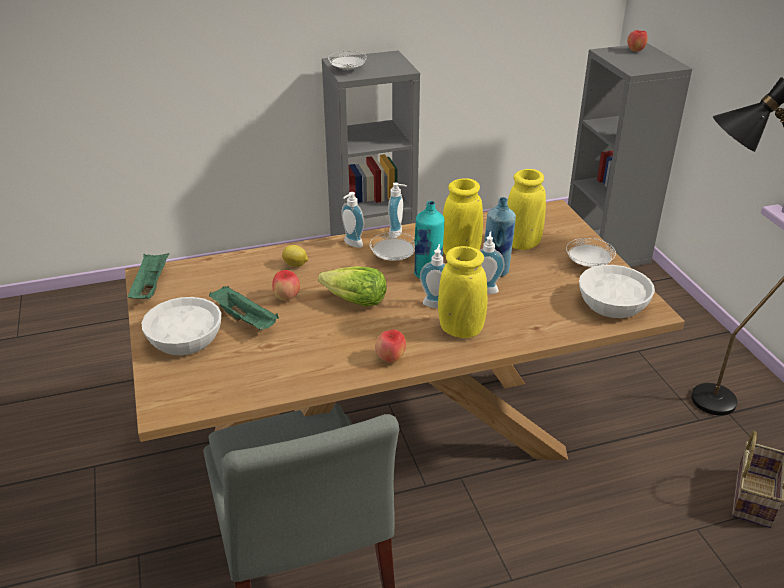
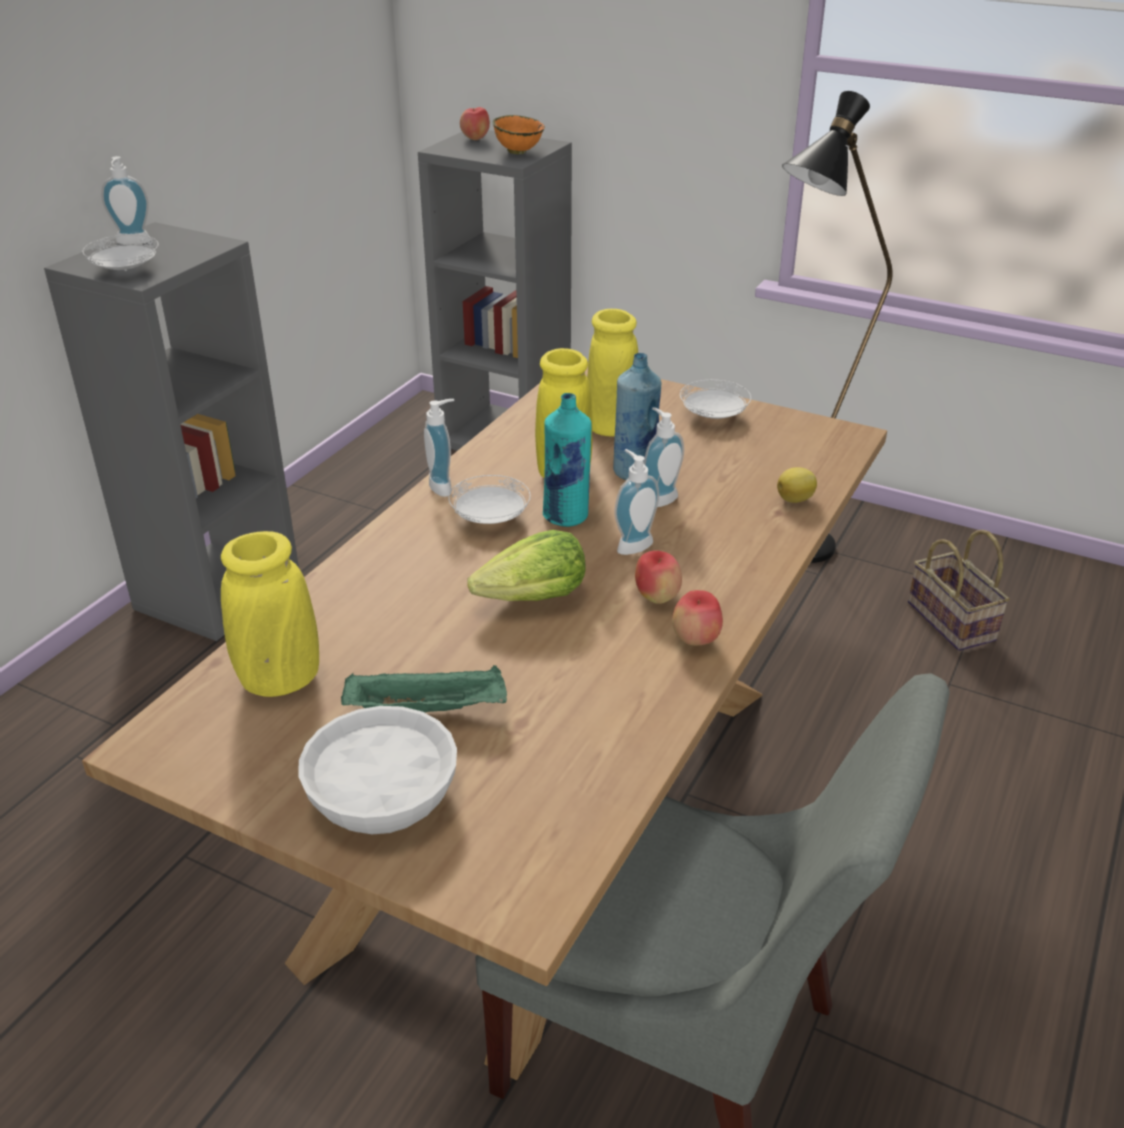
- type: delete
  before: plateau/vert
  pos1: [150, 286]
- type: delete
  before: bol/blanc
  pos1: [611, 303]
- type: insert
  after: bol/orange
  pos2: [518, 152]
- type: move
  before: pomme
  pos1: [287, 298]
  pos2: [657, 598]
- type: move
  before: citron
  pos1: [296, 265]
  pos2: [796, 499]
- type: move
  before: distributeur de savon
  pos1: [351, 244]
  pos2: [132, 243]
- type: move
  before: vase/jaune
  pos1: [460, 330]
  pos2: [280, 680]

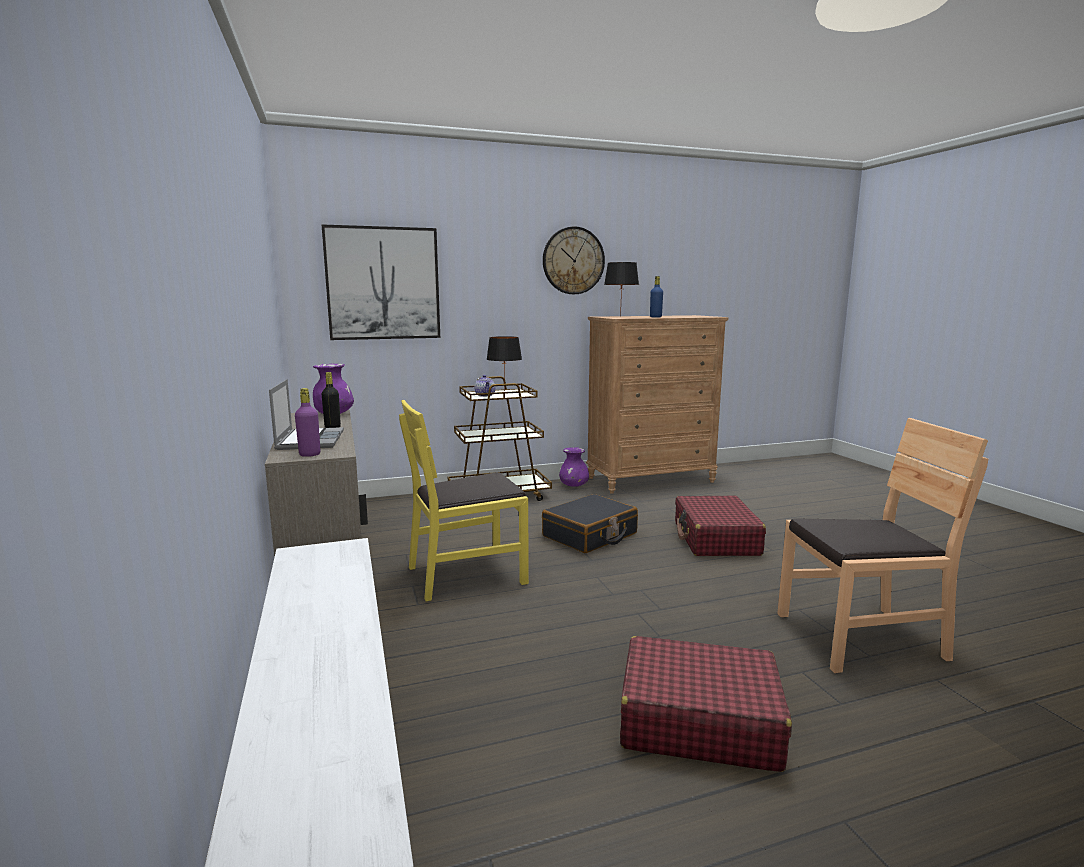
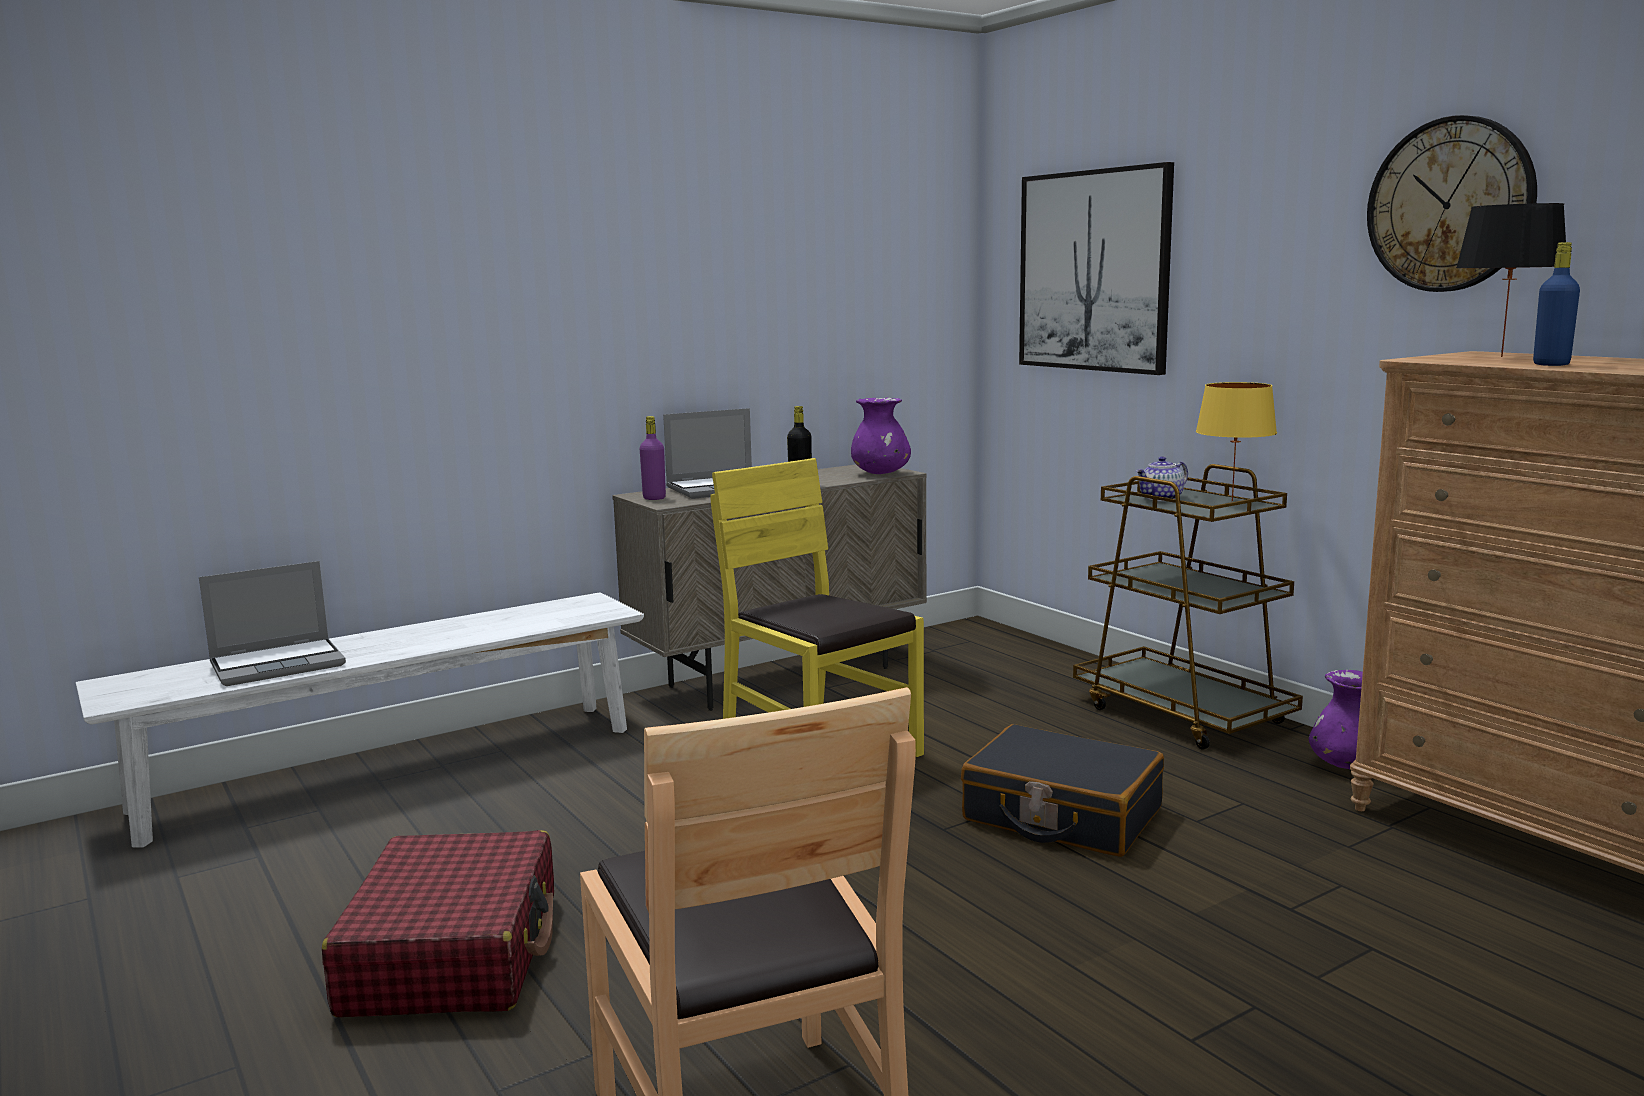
- type: delete
  before: valise/rouge
  pos1: [715, 539]
- type: insert
  after: ordinateur portable
  pos2: [279, 664]
- type: recolor
  before: lampe de table/noir
  after: lampe de table/jaune
  pos1: [505, 391]
  pos2: [1233, 501]

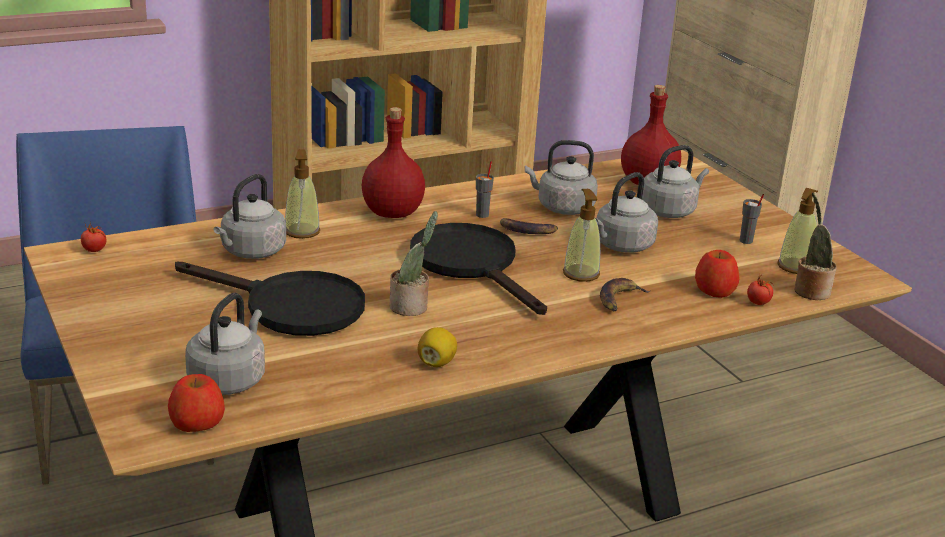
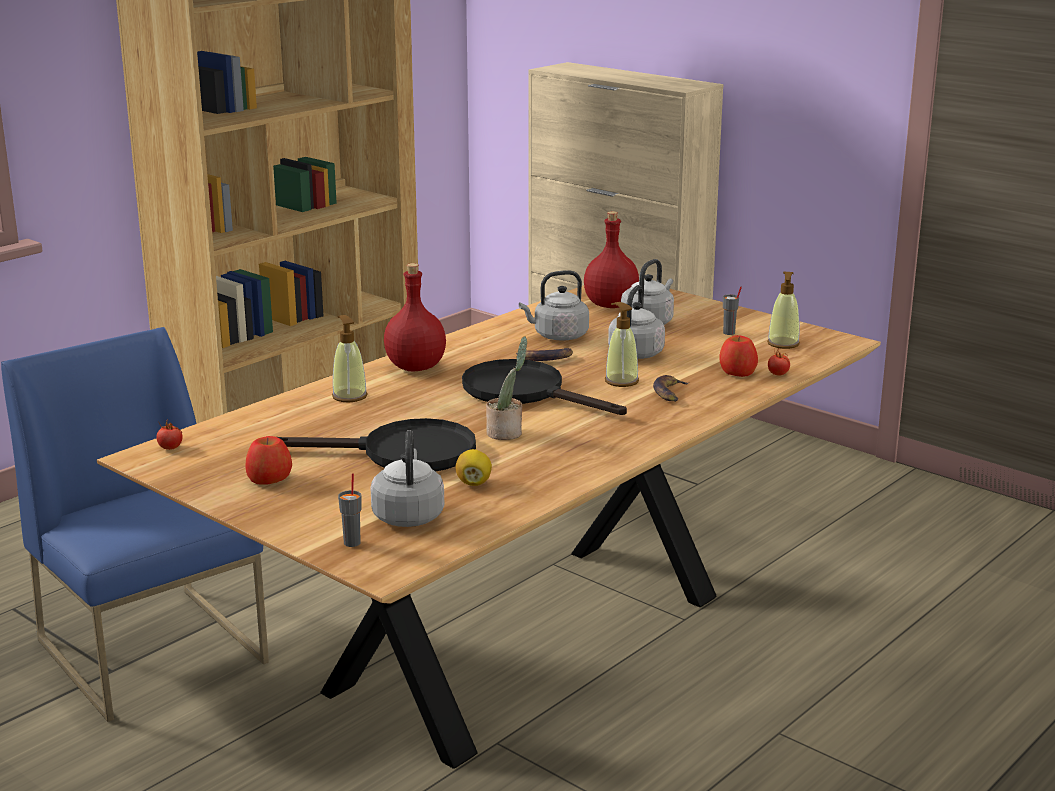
- type: delete
  before: bouilloire/gris
  pos1: [251, 252]
- type: delete
  before: plante en pot
  pos1: [810, 290]
- type: move
  before: pomme
  pos1: [196, 423]
  pos2: [269, 479]
- type: move
  before: citron
  pos1: [436, 363]
  pos2: [473, 483]
- type: move
  before: tasse/gris
  pos1: [482, 215]
  pos2: [352, 542]

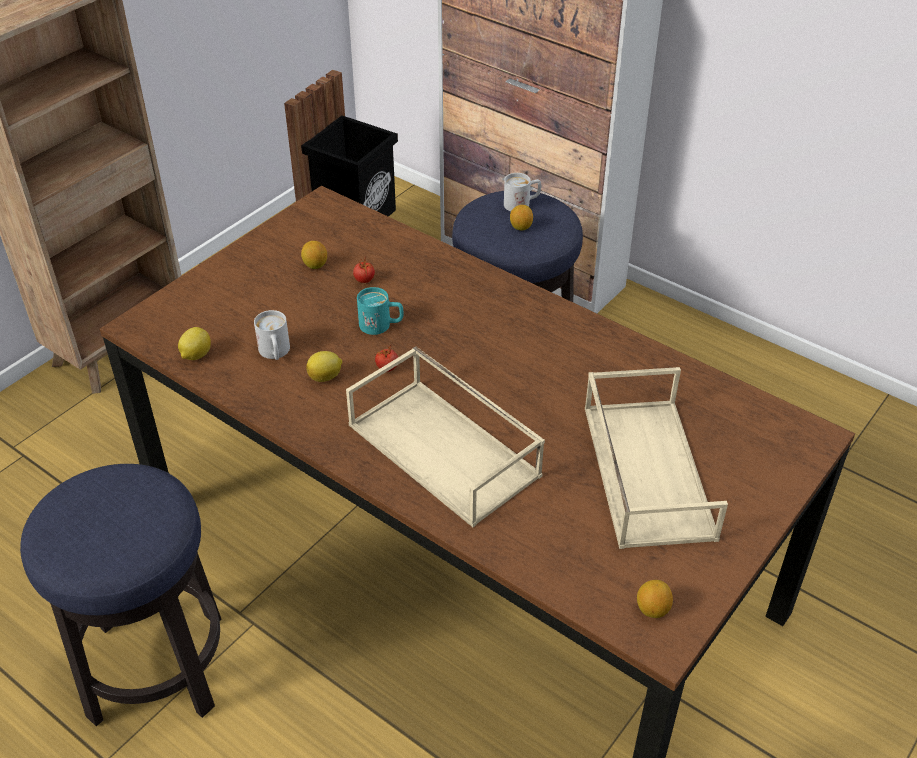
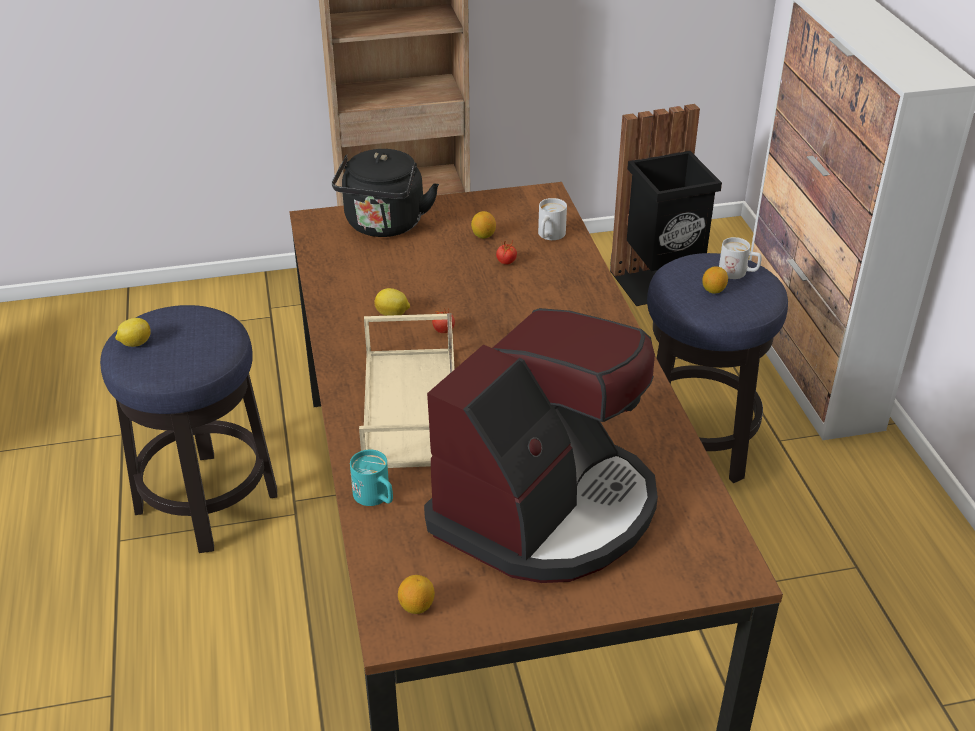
- type: insert
  after: bouilloire/noir
  pos2: [384, 226]
- type: move
  before: citron
  pos1: [196, 355]
  pos2: [135, 343]
- type: move
  before: mug/blanc
  pos1: [275, 353]
  pos2: [549, 236]
- type: move
  before: mug/turquoise
  pos1: [381, 325]
  pos2: [376, 498]
- type: replace
  before: plateau/beige
  after: machine à café
  pos1: [645, 470]
  pos2: [546, 509]

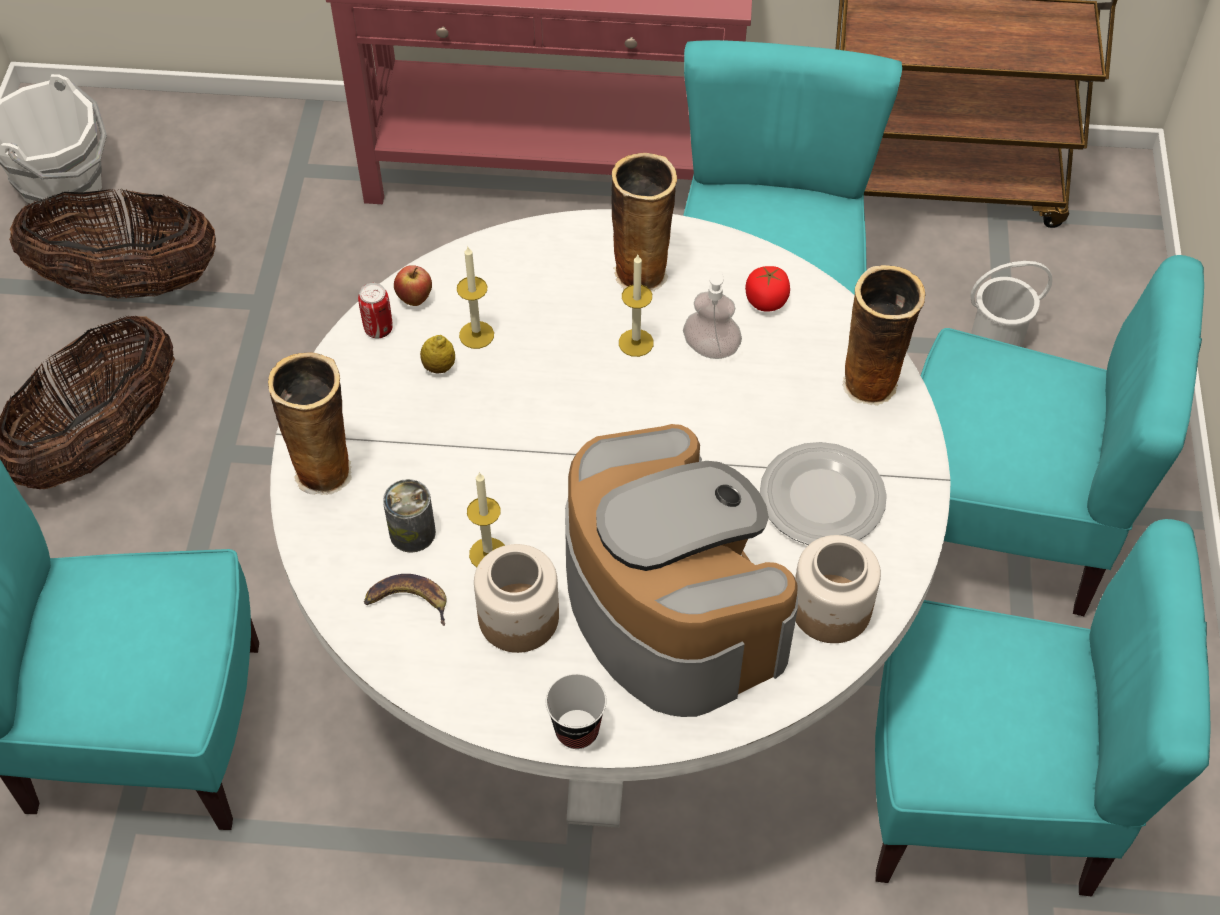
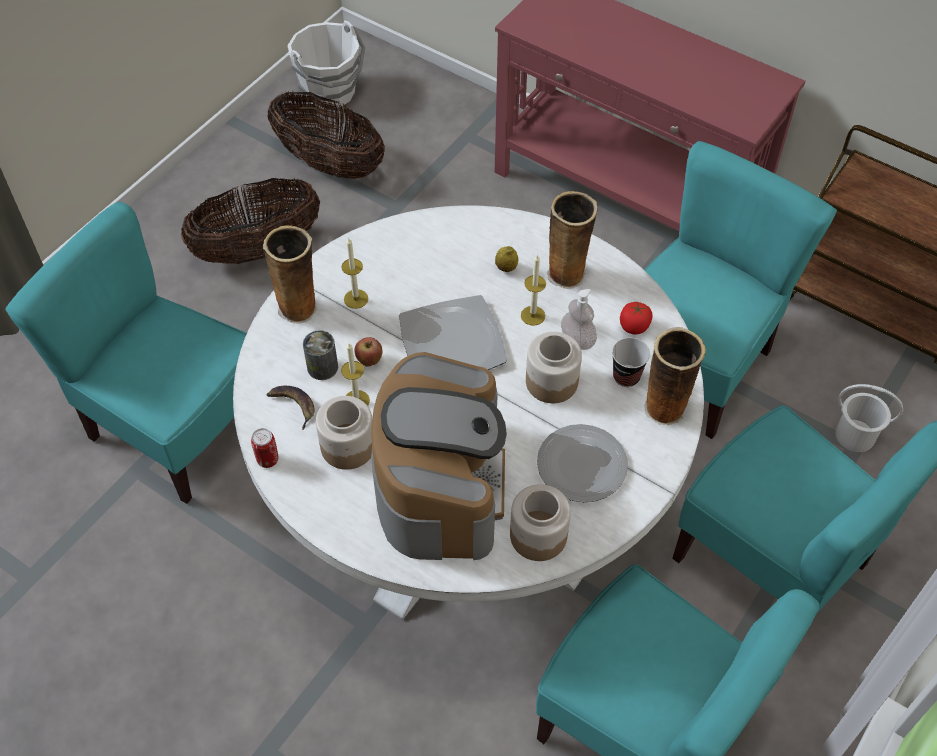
- type: insert
  after: assiette
  pos2: [453, 341]
- type: insert
  after: bocal
  pos2: [551, 381]
- type: move
  before: boîte métallique
  pos1: [378, 329]
  pos2: [267, 459]
- type: move
  before: pomme
  pos1: [415, 299]
  pos2: [369, 361]
- type: move
  before: citron
  pos1: [439, 367]
  pos2: [506, 268]
- type: move
  before: bougie
  pos1: [476, 335]
  pos2: [356, 299]
- type: move
  before: tasse
  pos1: [577, 730]
  pos2: [626, 376]

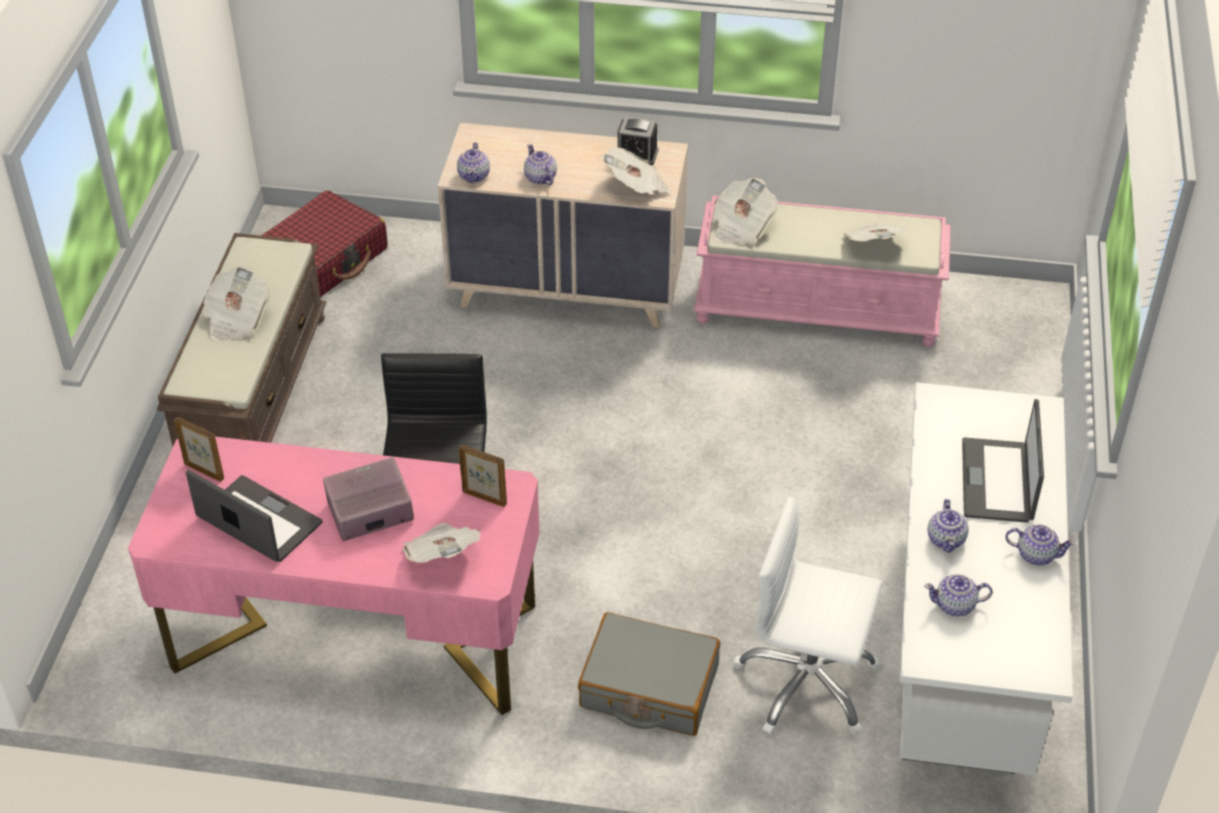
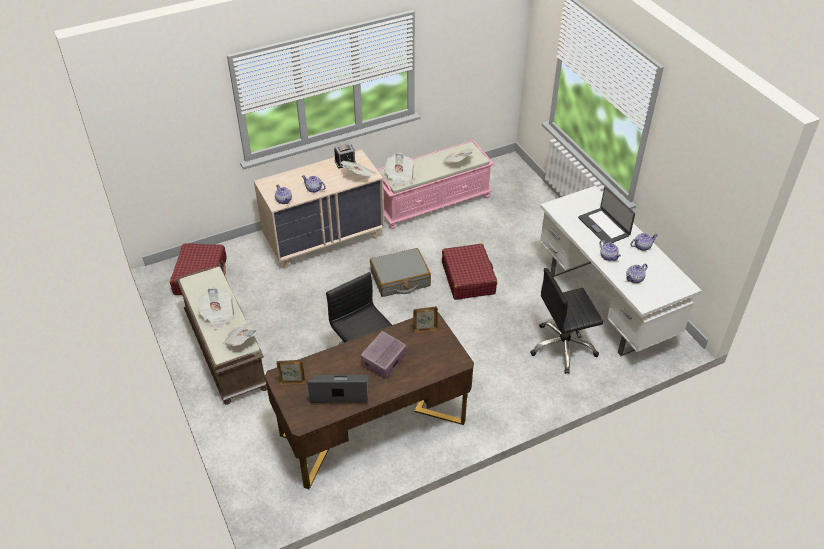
- type: insert
  after: valise/rouge
  pos2: [468, 278]
- type: move
  before: journal
  pos1: [442, 556]
  pos2: [241, 340]
- type: move
  before: valise/gris
  pos1: [649, 687]
  pos2: [400, 279]
- type: recolor
  before: bureau/rose
  after: bureau/marron
  pos1: [355, 636]
  pos2: [373, 428]
- type: recolor
  before: chaise de bureau/blanc
  after: chaise de bureau/noir
  pos1: [807, 683]
  pos2: [563, 347]

